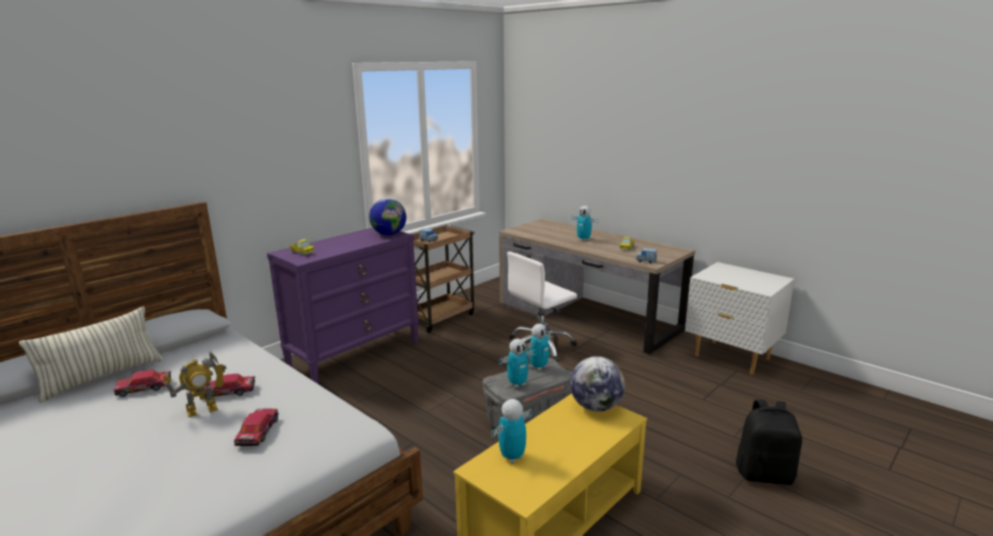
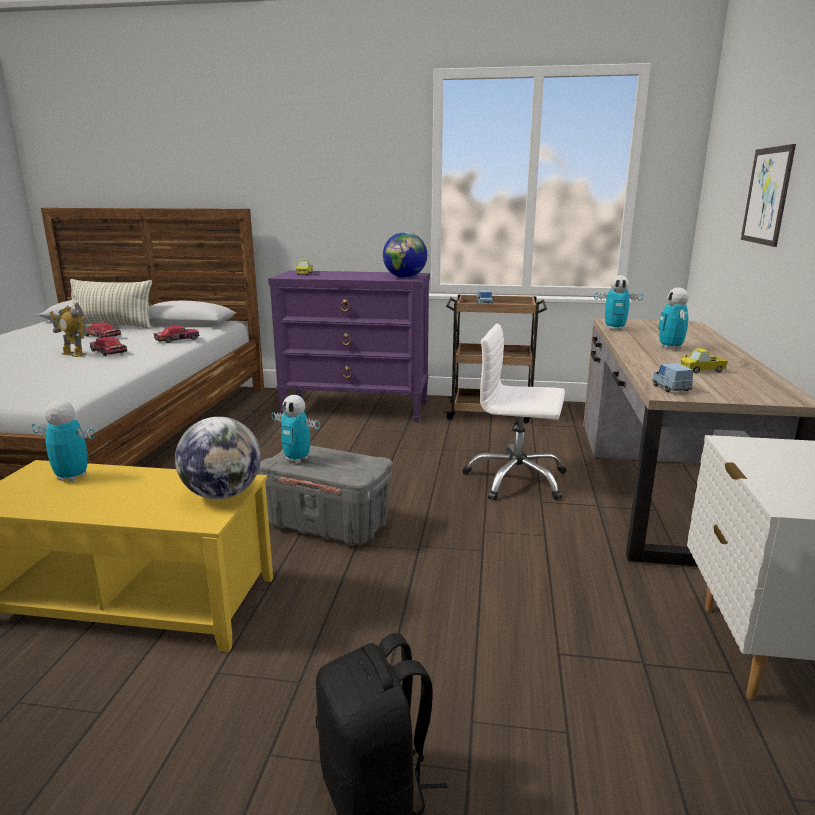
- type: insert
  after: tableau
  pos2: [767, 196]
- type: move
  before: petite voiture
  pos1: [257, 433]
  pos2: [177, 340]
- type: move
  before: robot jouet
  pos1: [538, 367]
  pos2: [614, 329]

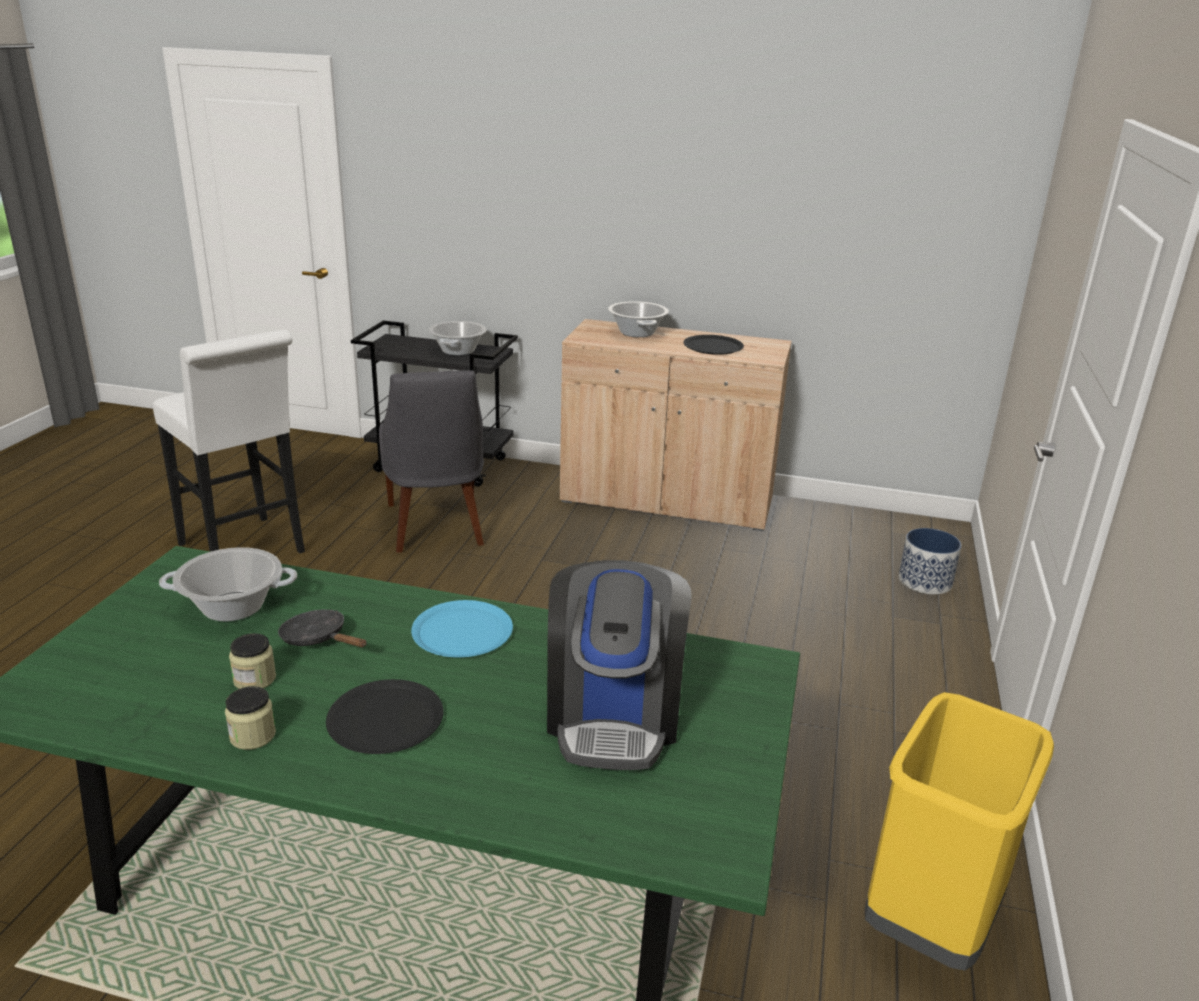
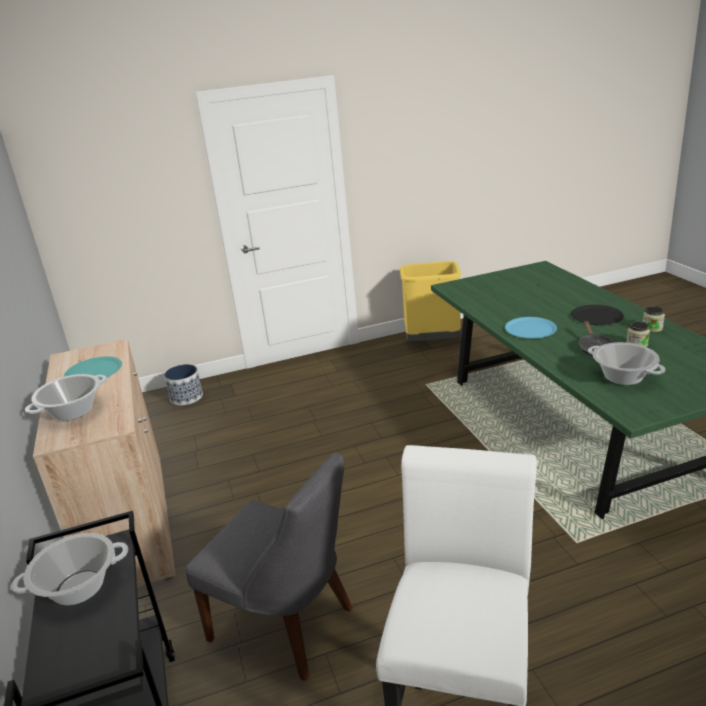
- type: delete
  before: machine à café
  pos1: [614, 715]
- type: recolor
  before: assiette/noir
  after: assiette/turquoise
  pos1: [713, 346]
  pos2: [94, 371]
- type: rotate
  before: chaise/gris
  pos1: [435, 527]
  pos2: [287, 625]
  turn: 75

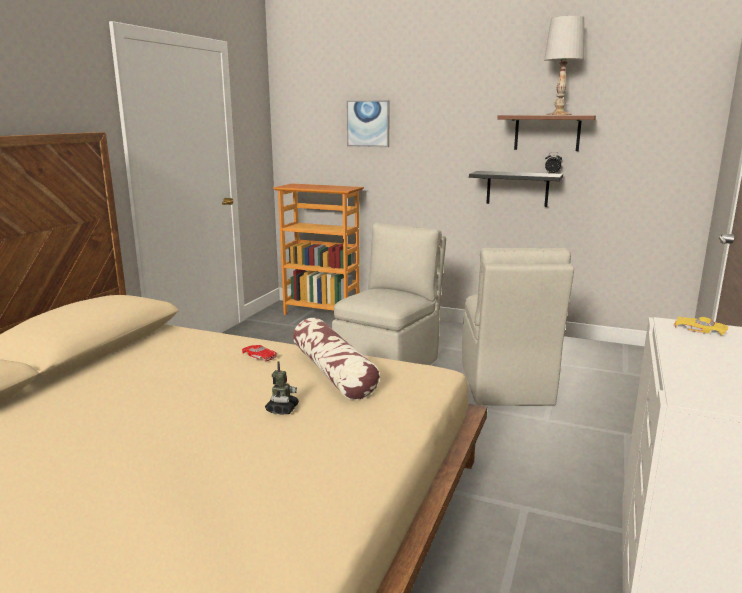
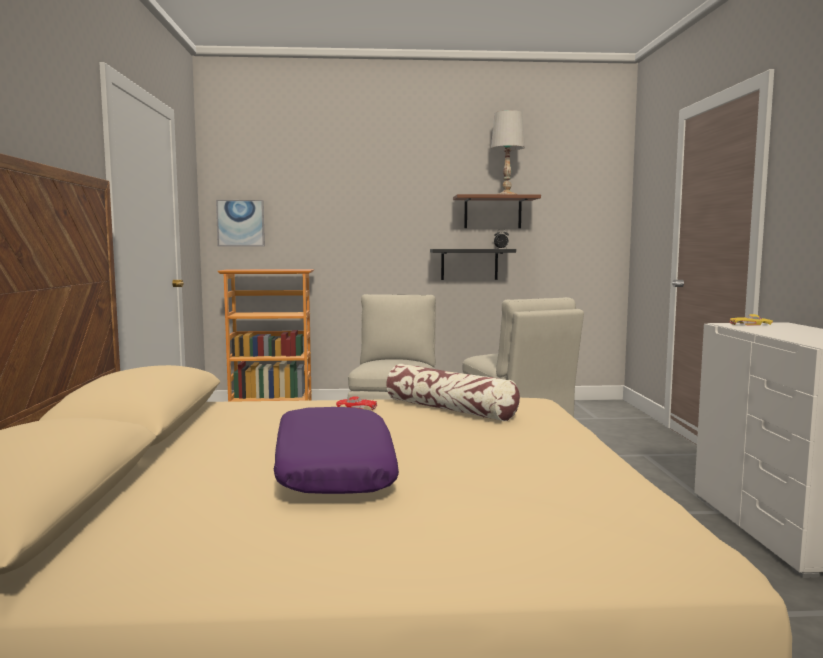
- type: delete
  before: robot jouet
  pos1: [282, 409]
- type: insert
  after: coussin/violet
  pos2: [332, 469]
- type: move
  before: tableau
  pos1: [368, 123]
  pos2: [240, 223]

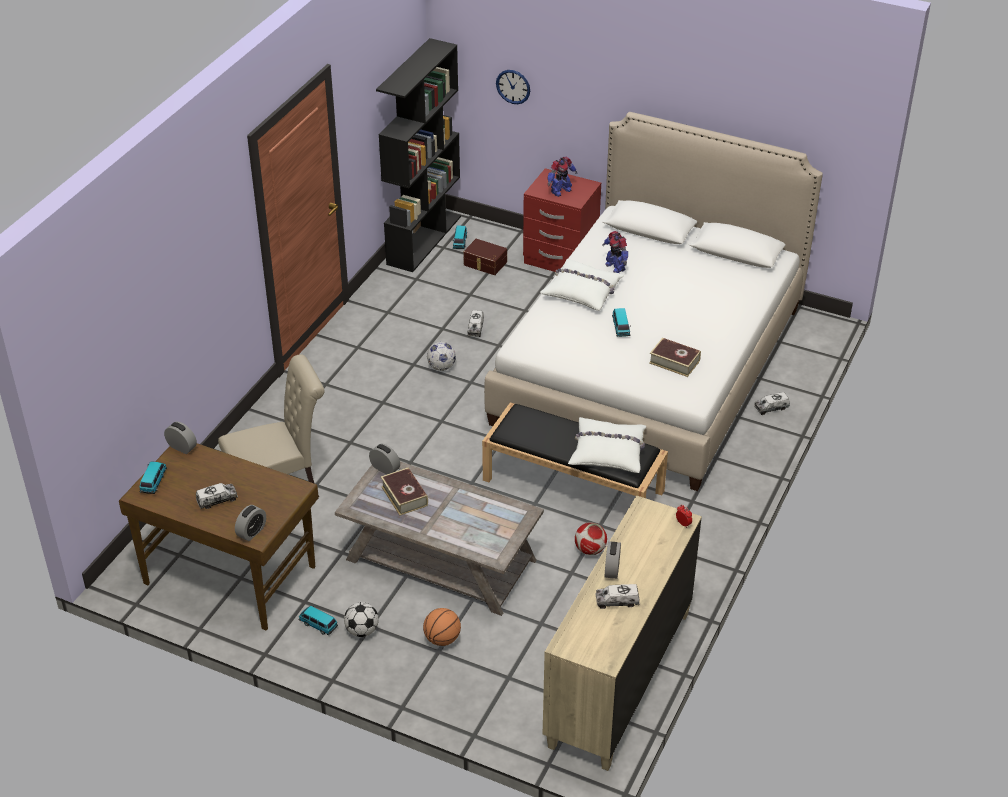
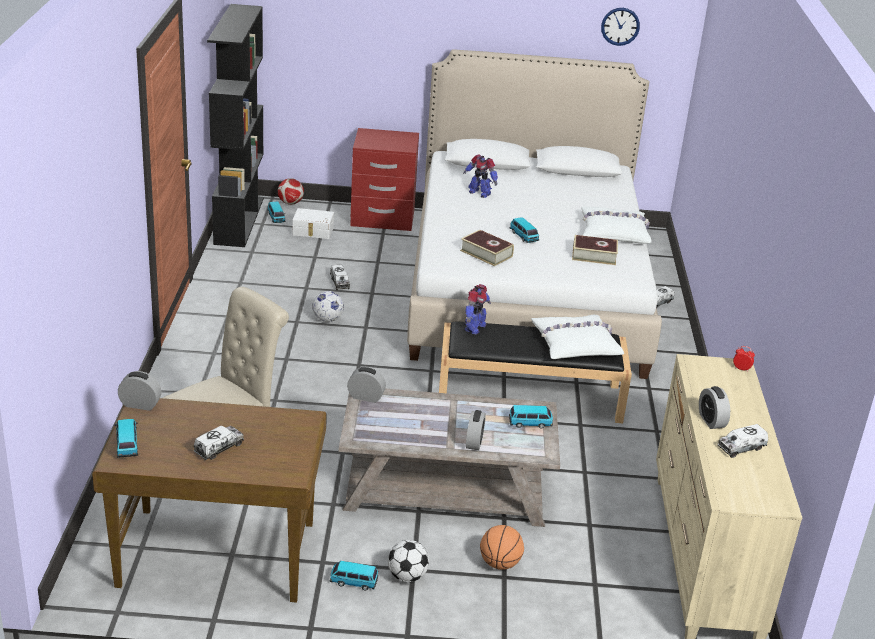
- type: insert
  after: petite voiture
  pos2: [530, 423]
- type: move
  before: réveil
  pos1: [251, 532]
  pos2: [474, 442]
- type: move
  before: livre
  pos1: [404, 496]
  pos2: [486, 253]
- type: move
  before: horloge murale
  pos1: [513, 86]
  pos2: [620, 26]
- type: move
  before: coussin/blanc
  pos1: [582, 291]
  pos2: [614, 232]
- type: move
  before: robot jouet
  pos1: [560, 191]
  pos2: [474, 327]
- type: move
  before: ballon de foot
  pos1: [590, 550]
  pos2: [290, 203]
- type: recolor
  before: boîte de rangement/marron
  after: boîte de rangement/blanc
  pos1: [485, 264]
  pos2: [313, 231]

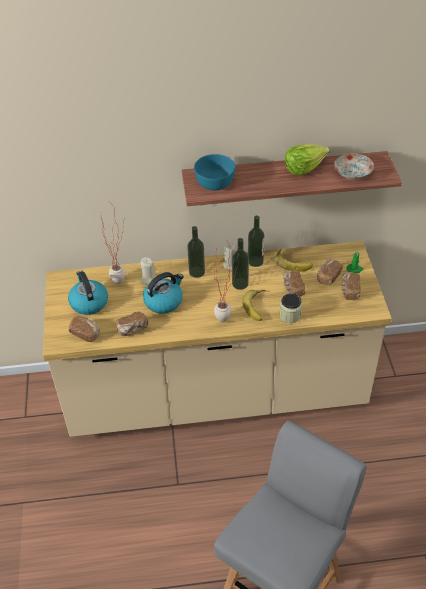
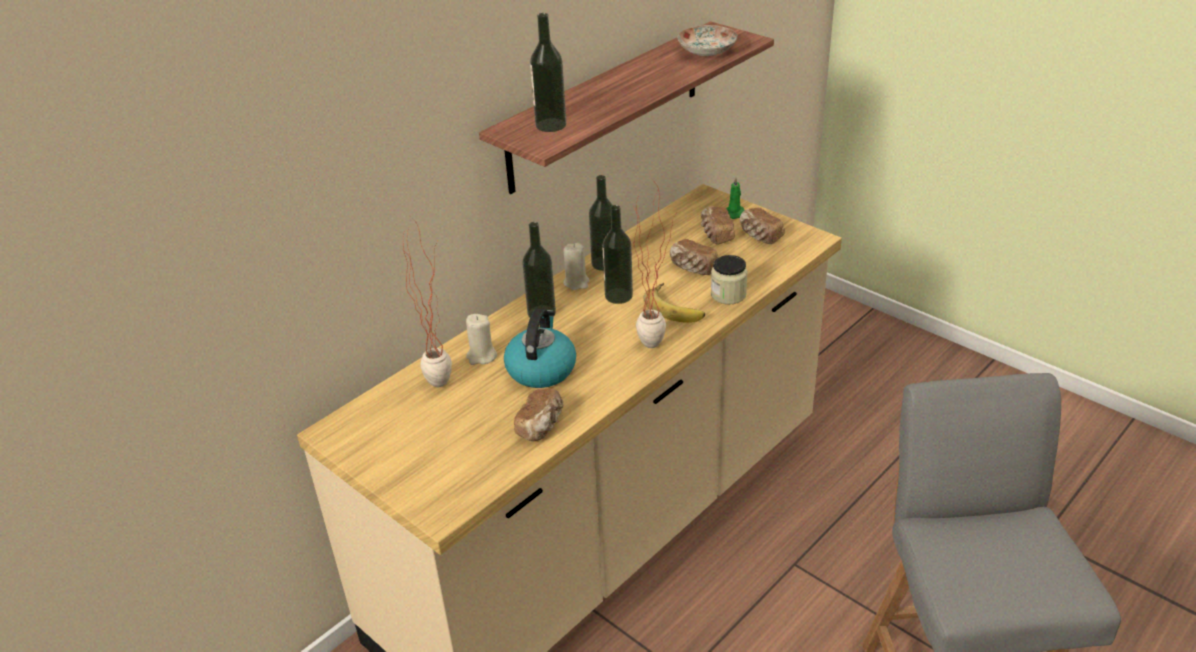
- type: delete
  before: bouilloire
  pos1: [88, 302]
- type: delete
  before: pain
  pos1: [85, 333]
- type: delete
  before: banane
  pos1: [293, 262]
- type: delete
  before: laitue
  pos1: [304, 167]
- type: replace
  before: bol/turquoise
  after: bouteille
  pos1: [215, 182]
  pos2: [550, 125]

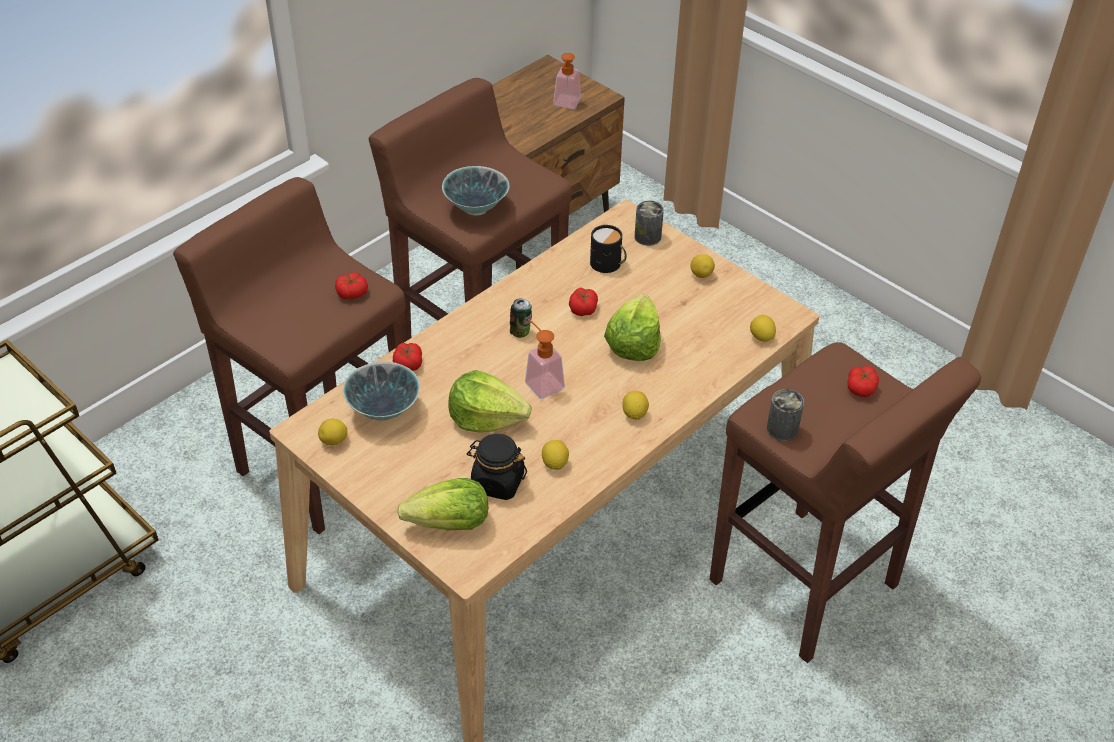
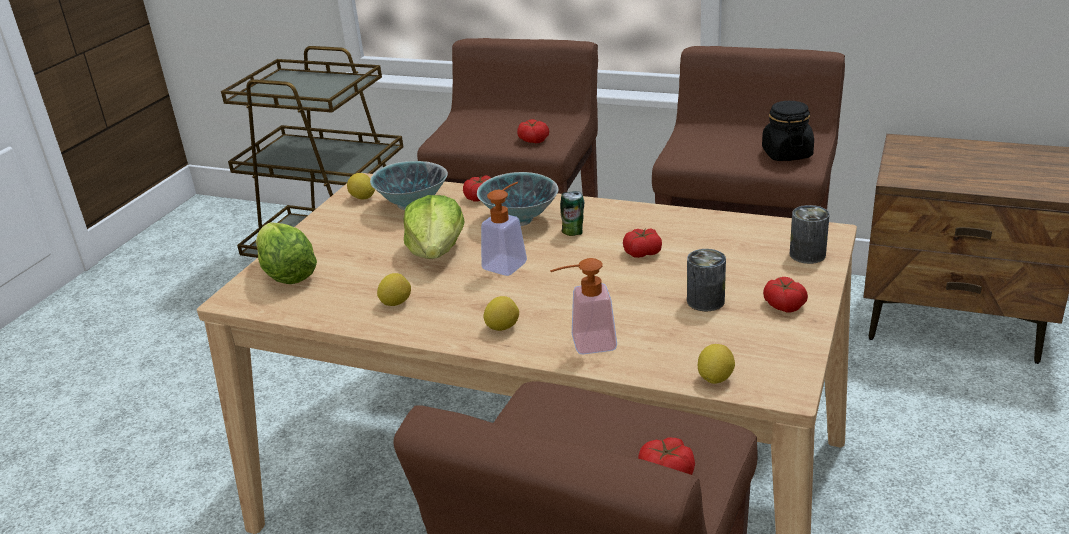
- type: delete
  before: mug/noir
  pos1: [608, 264]
- type: delete
  before: laitue
  pos1: [633, 344]
- type: move
  before: bol
  pos1: [476, 209]
  pos2: [519, 220]
- type: move
  before: bocal/noir
  pos1: [497, 482]
  pos2: [786, 154]
- type: move
  before: distributeur de savon
  pos1: [565, 105]
  pos2: [585, 344]
- type: move
  before: boîte métallique
  pos1: [782, 429]
  pos2: [705, 301]
- type: replace
  before: citron
  after: tomate
  pos1: [701, 274]
  pos2: [784, 305]

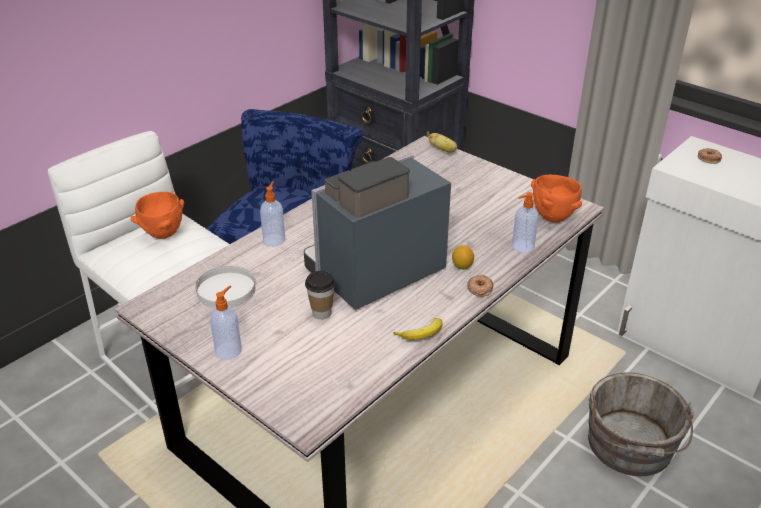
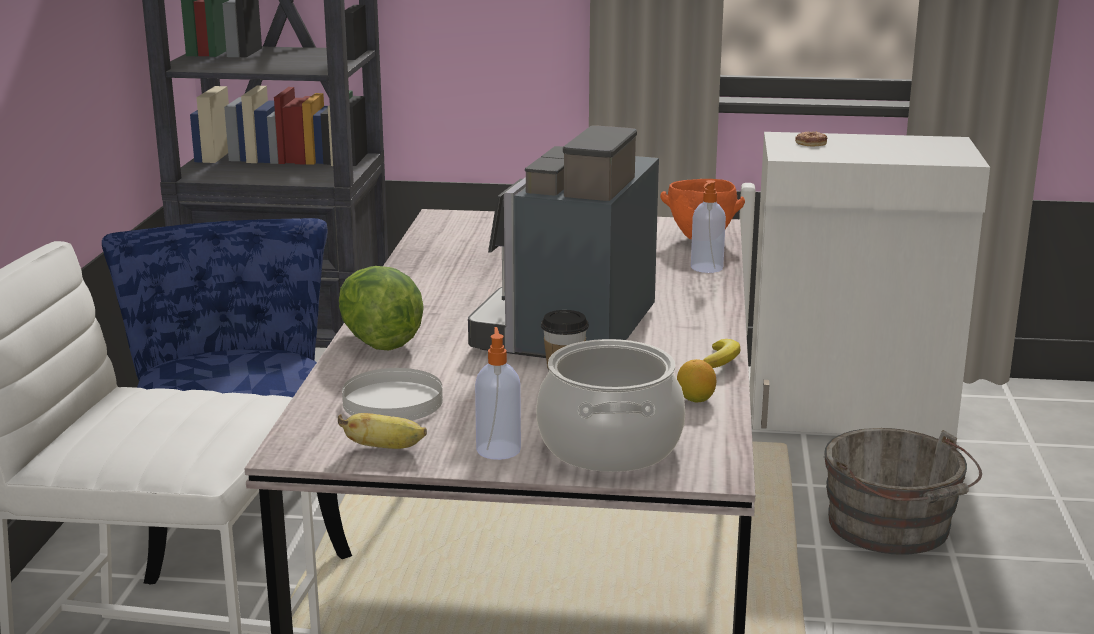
- type: delete
  before: bol/orange
  pos1: [163, 234]
- type: delete
  before: beignet
  pos1: [479, 288]
- type: insert
  after: marmite
  pos2: [608, 445]
- type: move
  before: banane
  pos1: [443, 150]
  pos2: [385, 448]
- type: move
  before: citron
  pos1: [462, 266]
  pos2: [695, 399]
- type: replace
  before: distributeur de savon
  after: laitue
  pos1: [274, 239]
  pos2: [379, 340]

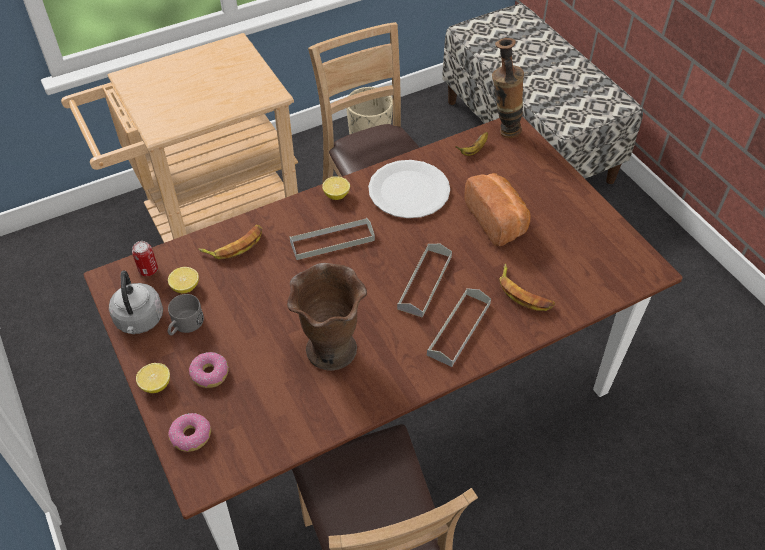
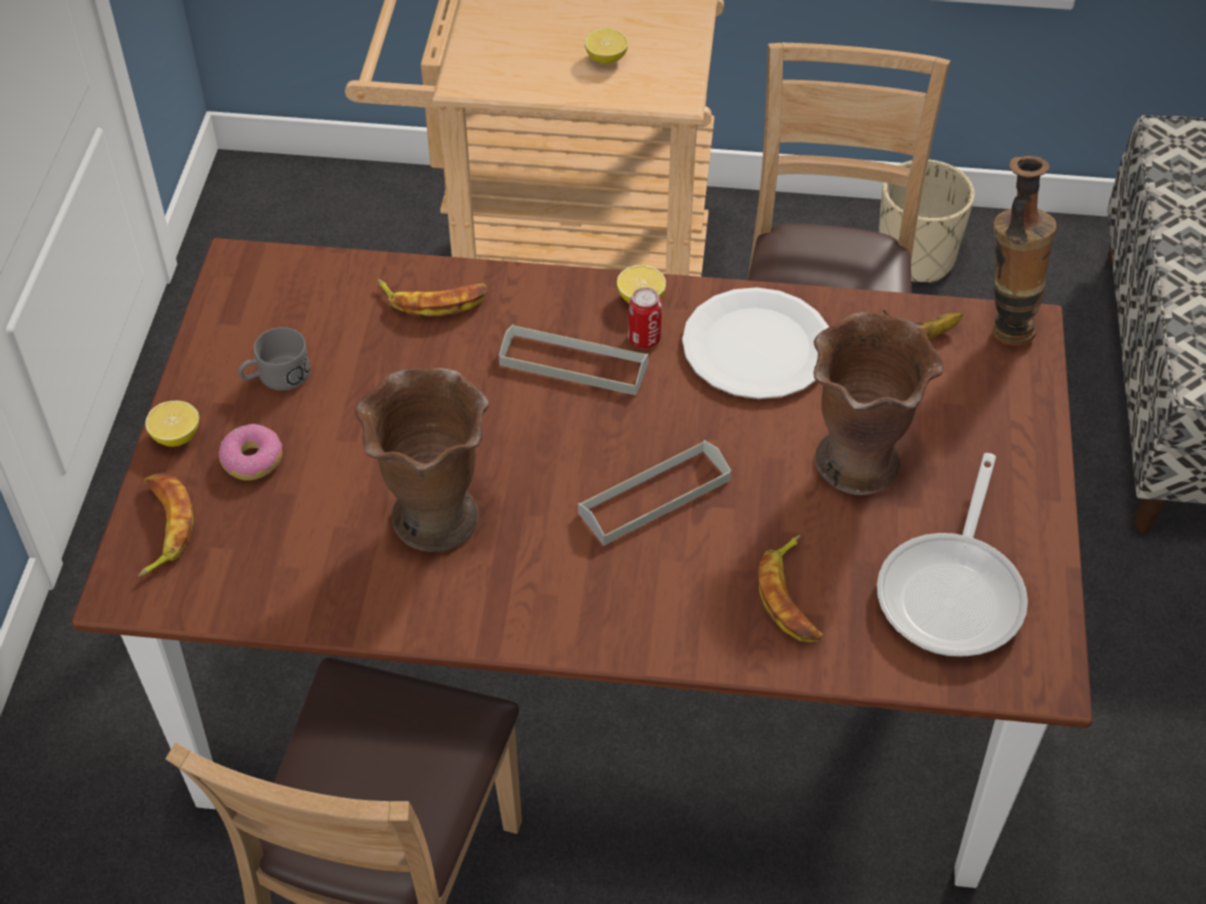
- type: delete
  before: bouilloire/gris
  pos1: [139, 321]
- type: delete
  before: plateau/gris
  pos1: [459, 329]
- type: insert
  after: poêle
  pos2: [954, 591]
- type: move
  before: boîte métallique
  pos1: [148, 270]
  pos2: [644, 339]
- type: move
  before: citron
  pos1: [185, 287]
  pos2: [606, 58]
- type: replace
  before: beignet
  after: banane
  pos1: [191, 436]
  pos2: [162, 527]
- type: replace
  before: pain
  after: vase/marron
  pos1: [498, 220]
  pos2: [857, 464]

